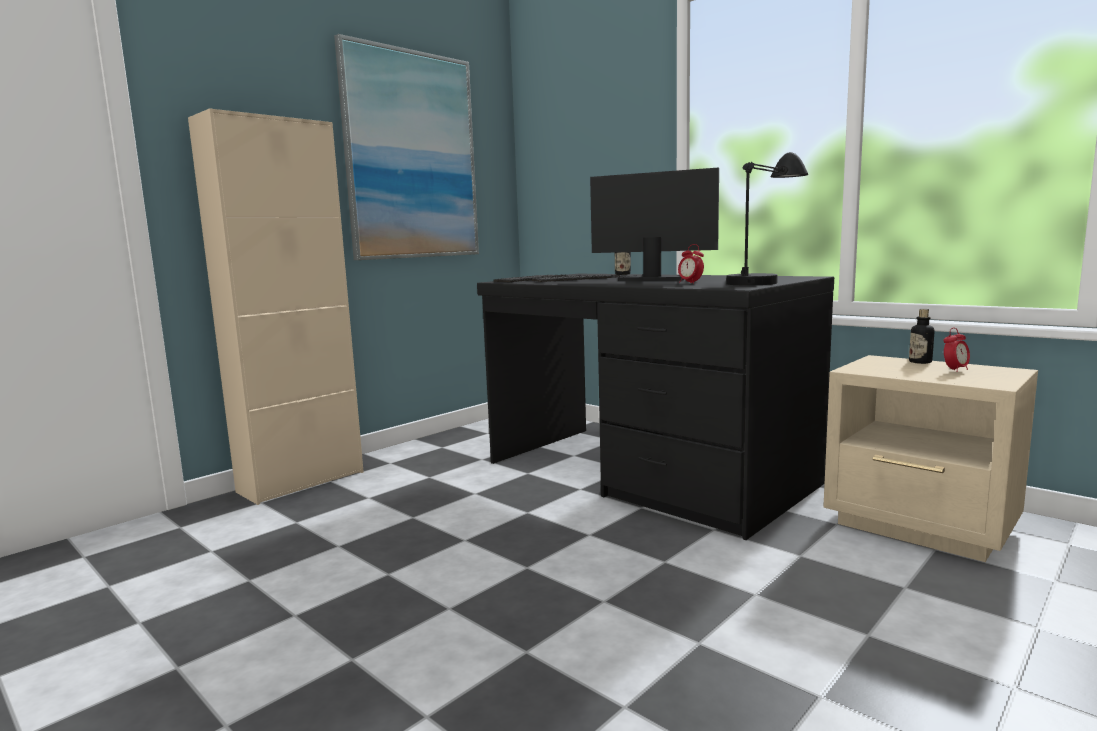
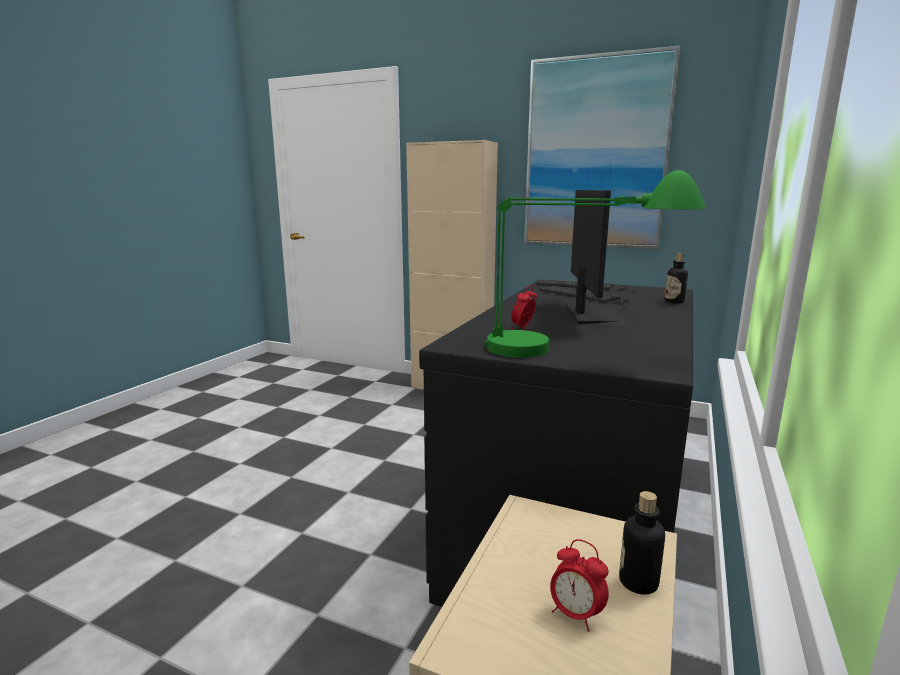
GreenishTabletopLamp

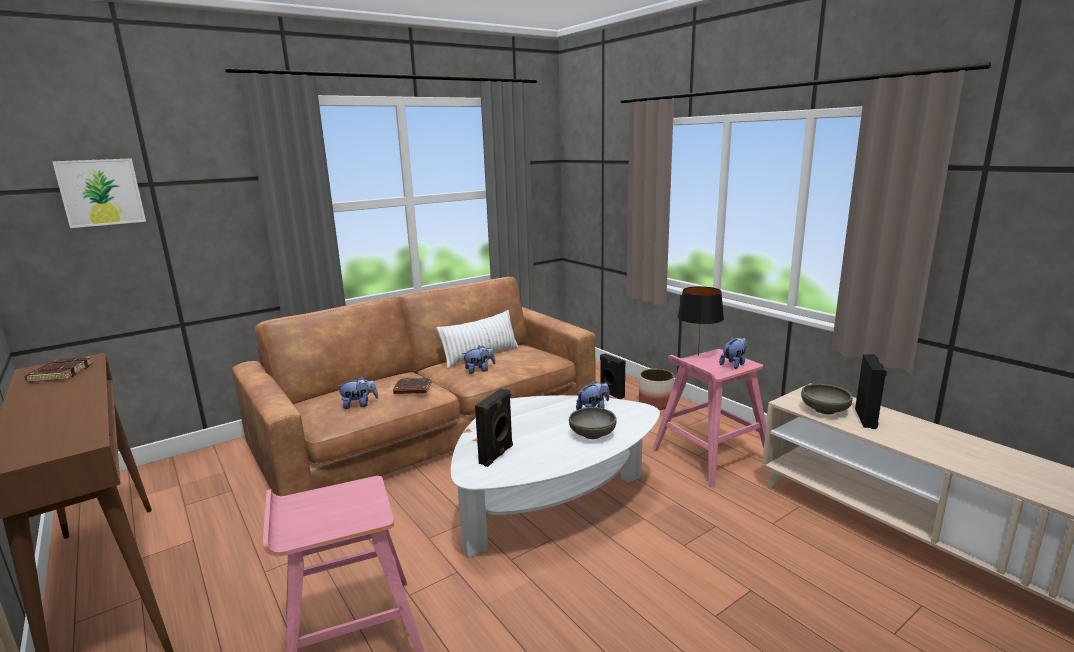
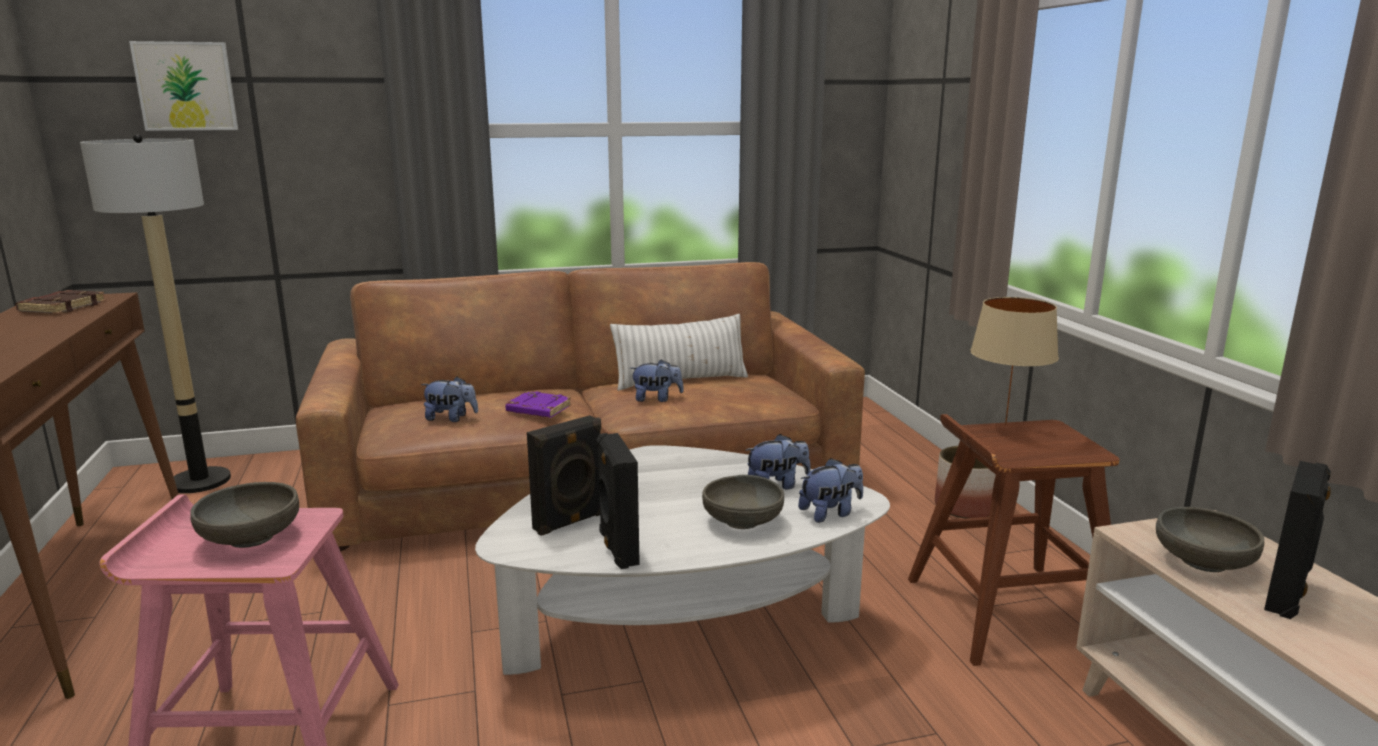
BeigeColouredTabletopLamp
CuddlyToy (no. 4 from left)
BrownishSittingStool
BlackishLoudspeaker (no. 2 from left)
PurpleBoundBook
FloorLamp
GreyDeepDish (no. 1 from left)

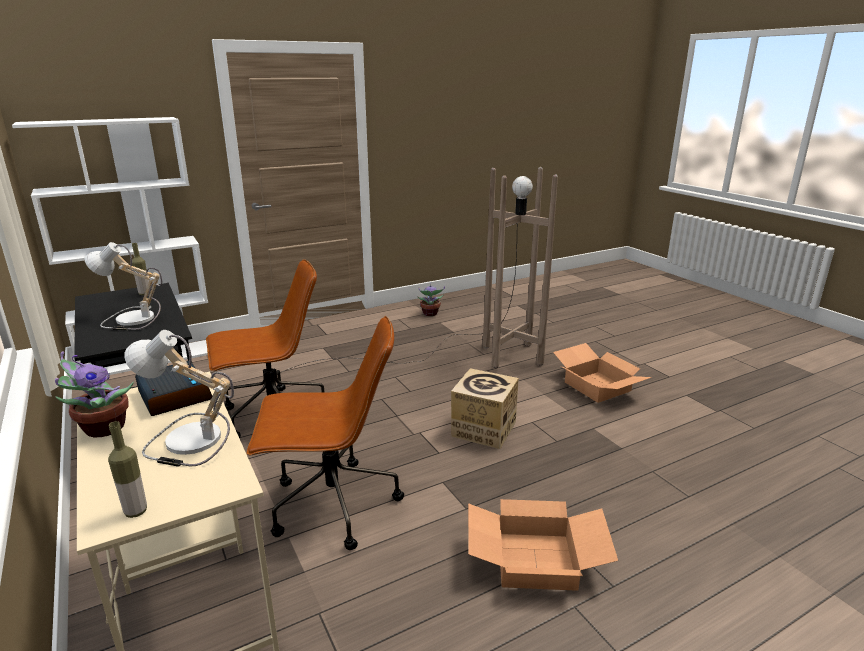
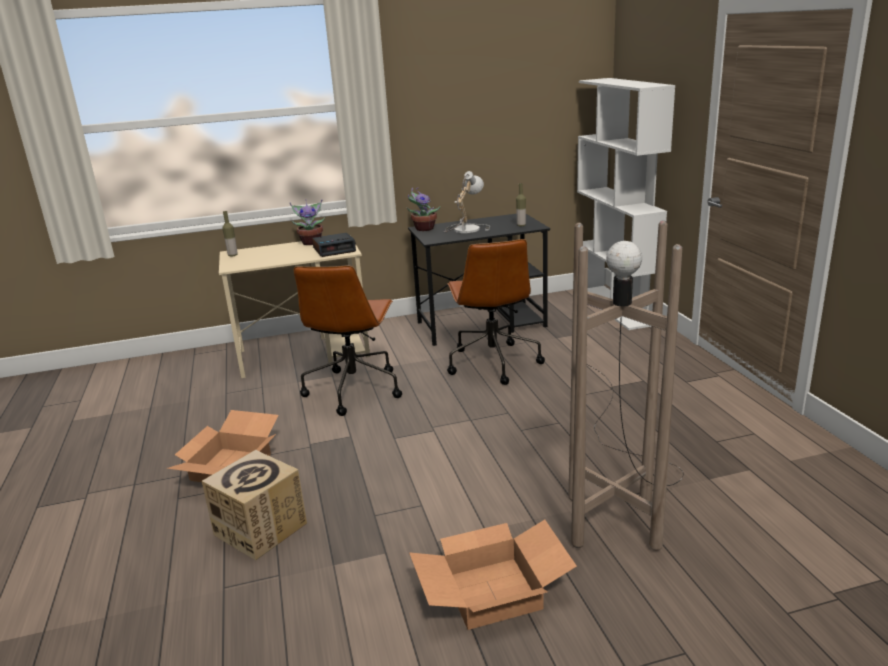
Houseplant (no. 2 from left)
TabletopLamp (no. 2 from left in the first image)
Carton (no. 2 from left)

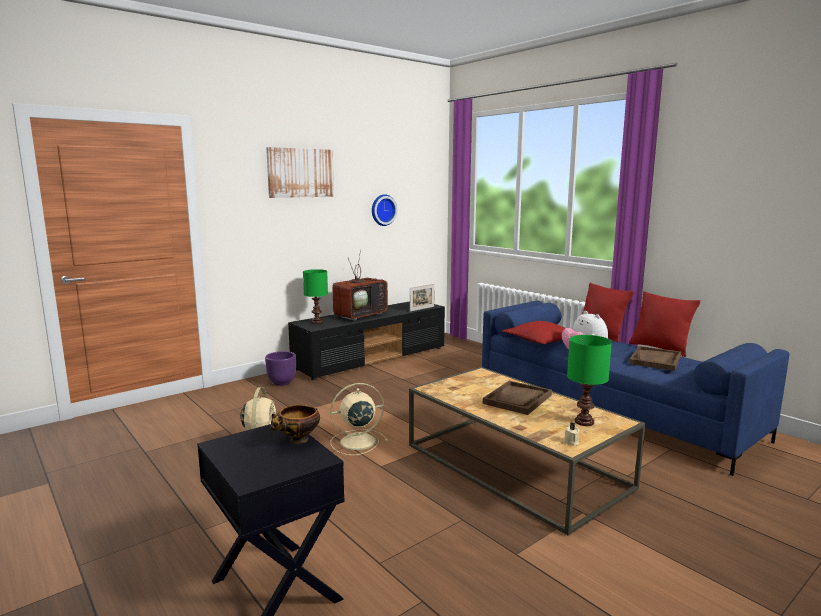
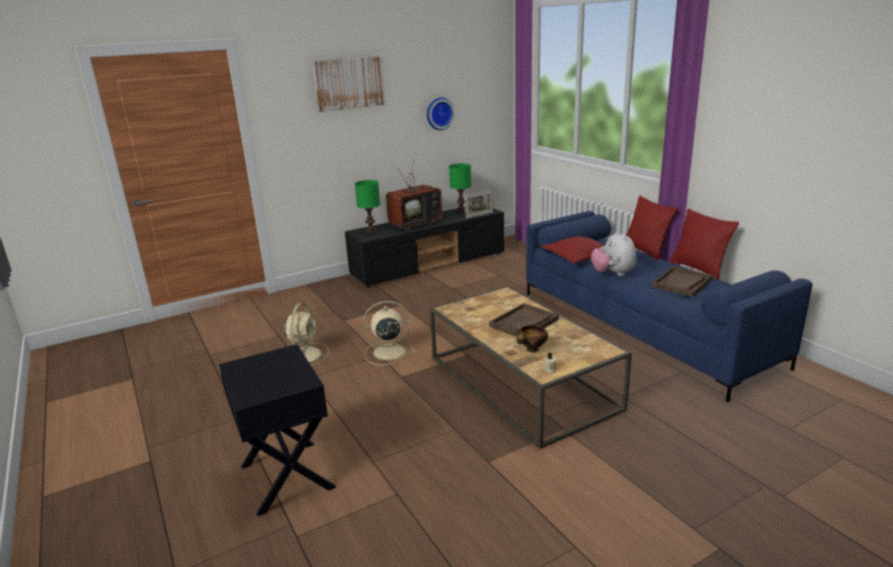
GreenishTabletopLamp (no. 2 from left)
PurplePlantPot
DeepDish

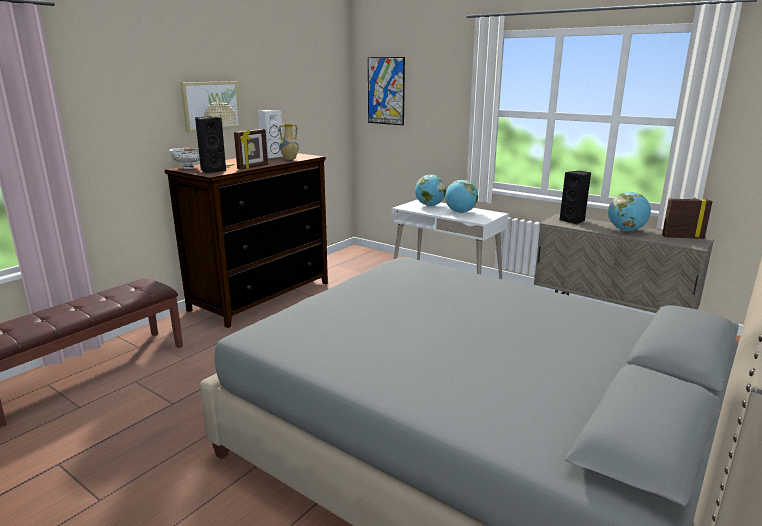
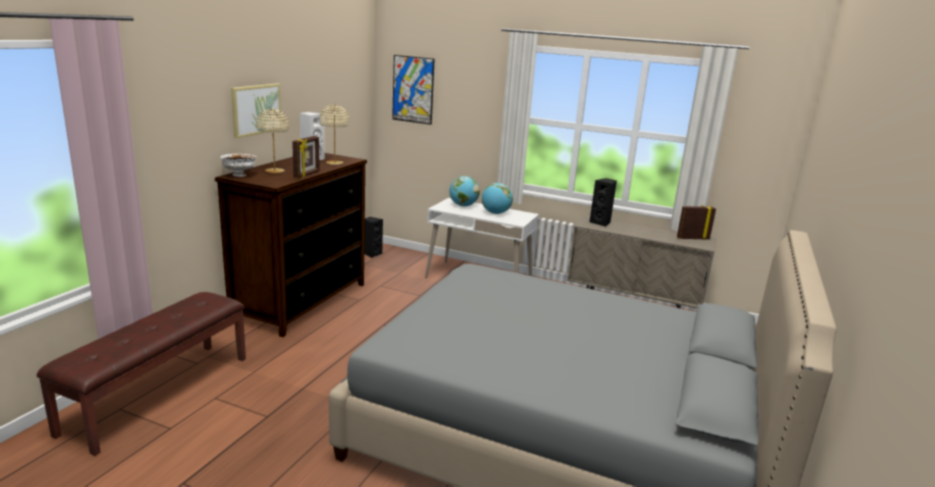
BlackishLoudspeaker (no. 1 from left)
BeigeColouredTabletopLamp (no. 2 from left)
DeskGlobe (no. 3 from left in the first image)

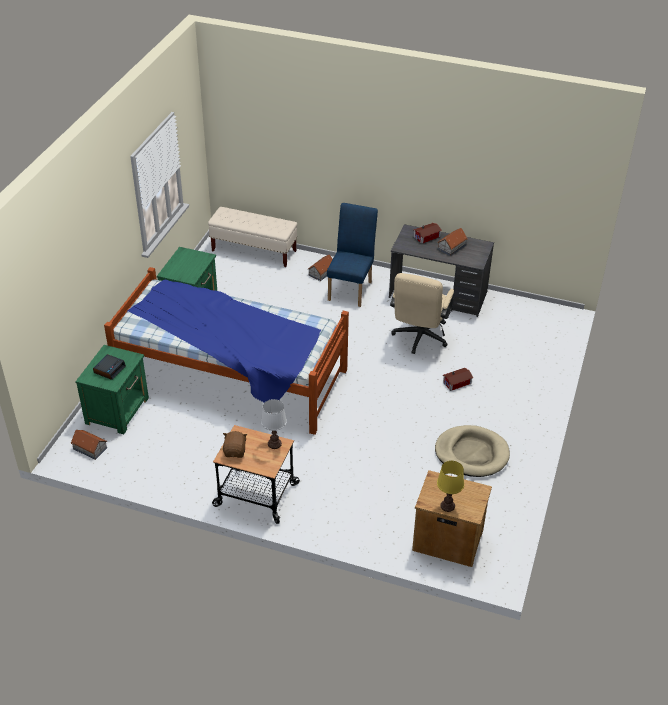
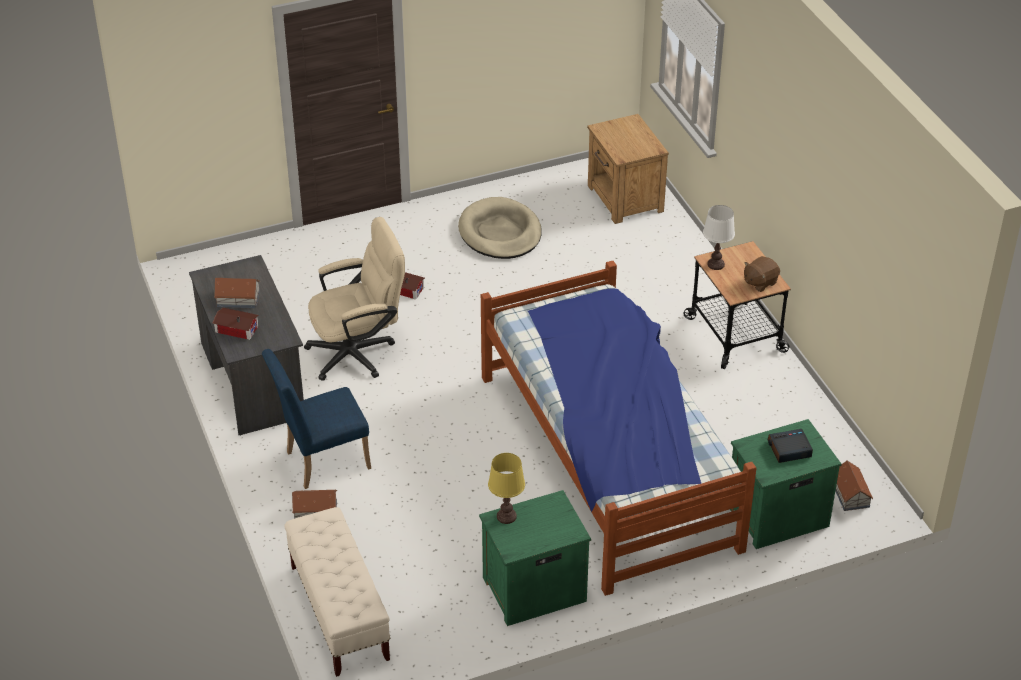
YellowTabletopLamp

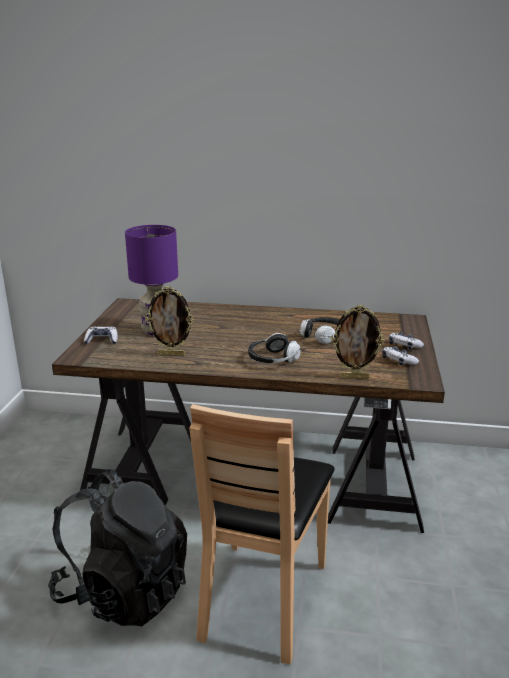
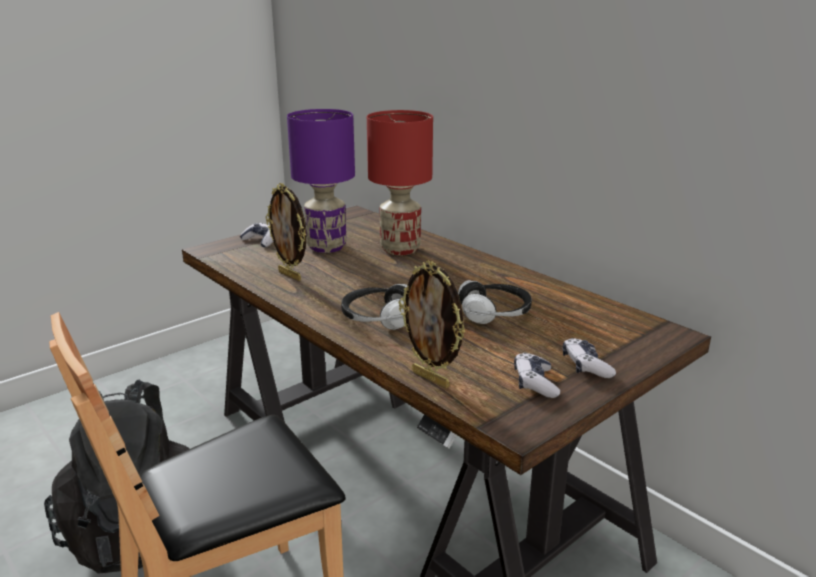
ReddishTabletopLamp

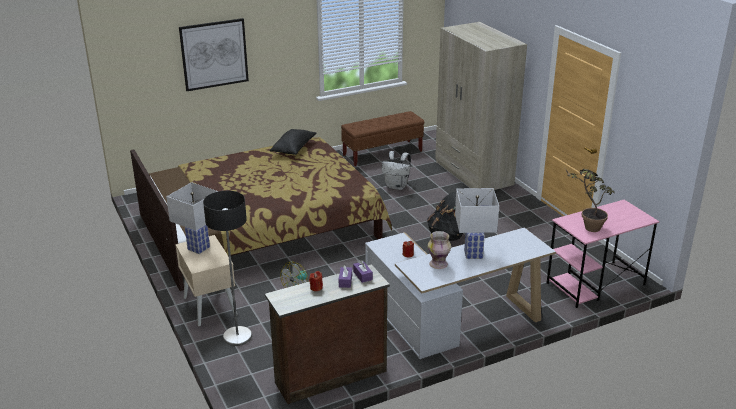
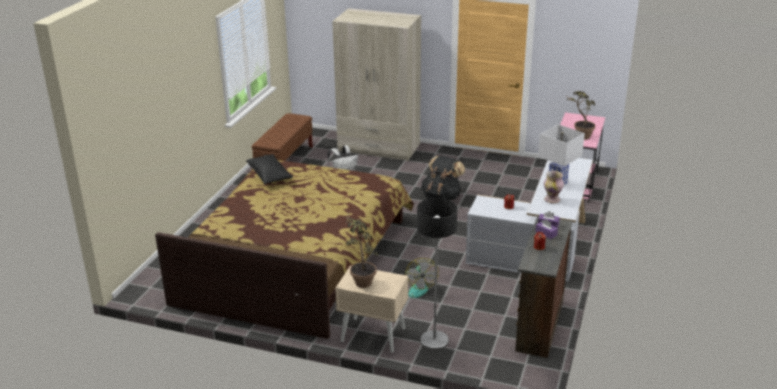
Picture
Houseplant (no. 1 from left)

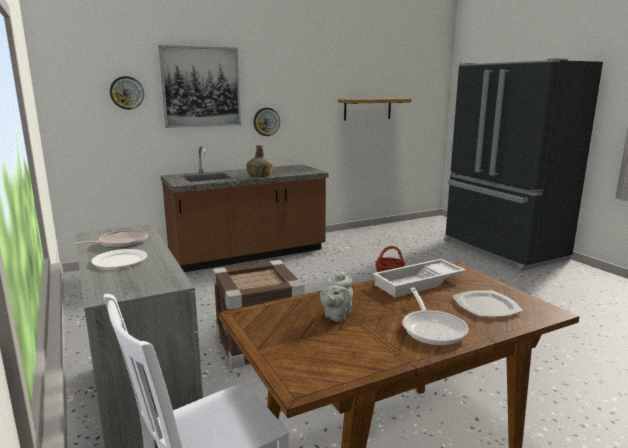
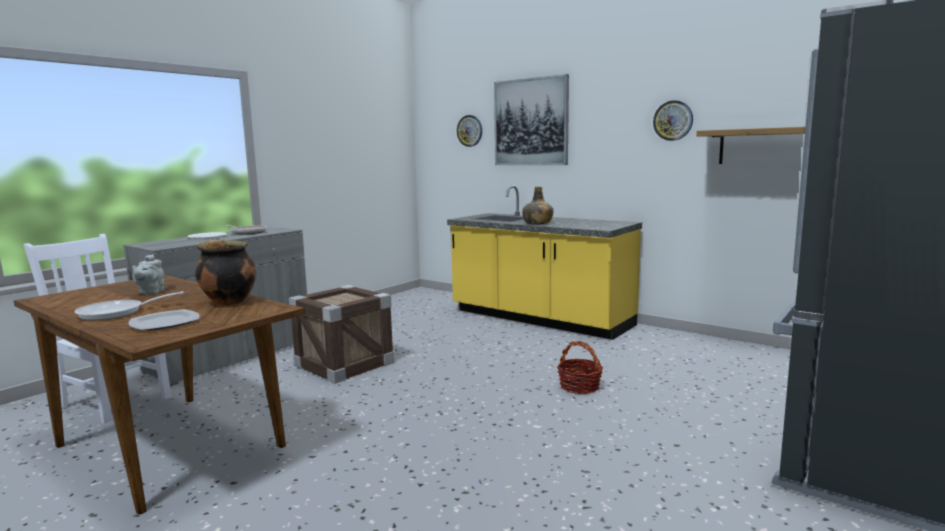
HangingClock (no. 2 from left)
YellowCounter
CookingPot
GreyPotForTea

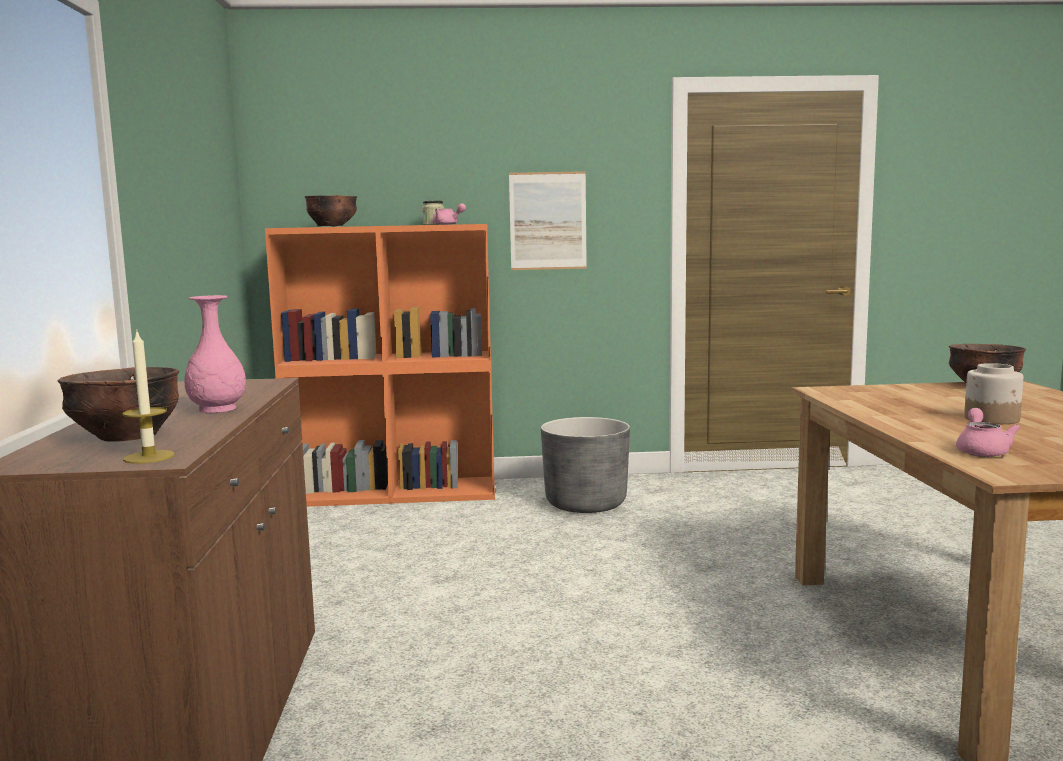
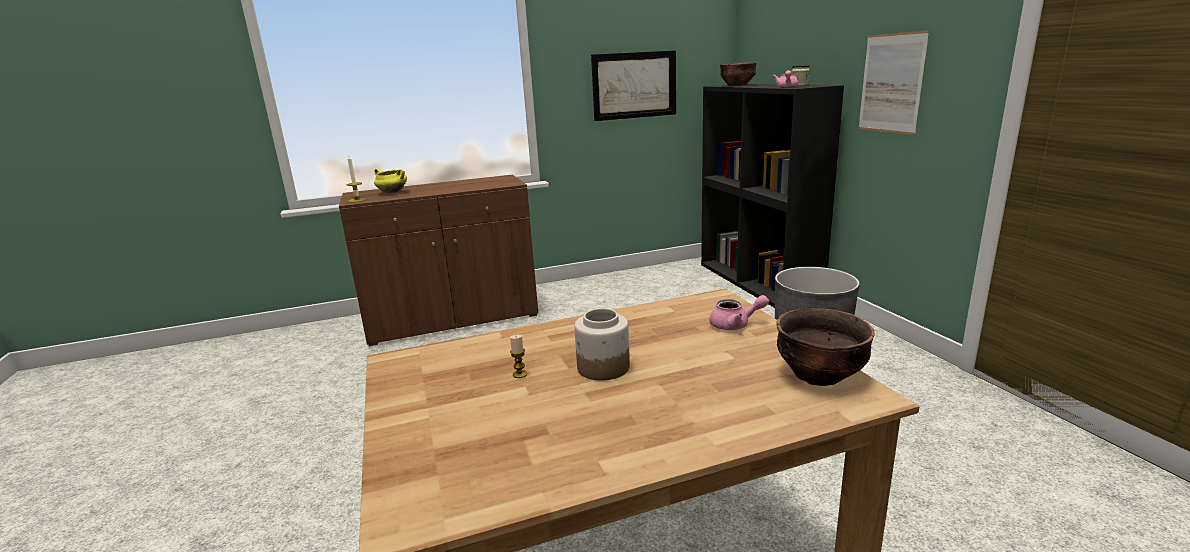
BlackishBookcase
PinkVase
YellowCookingPot
PinkPotForTea (no. 1 from left)
Picture (no. 1 from left)
WaxCandle (no. 2 from left)

